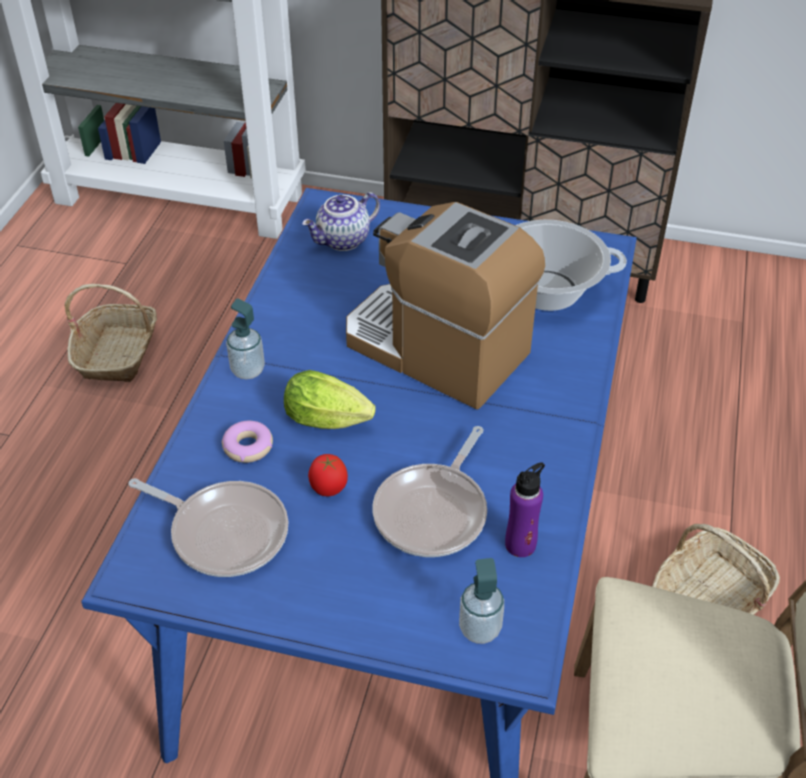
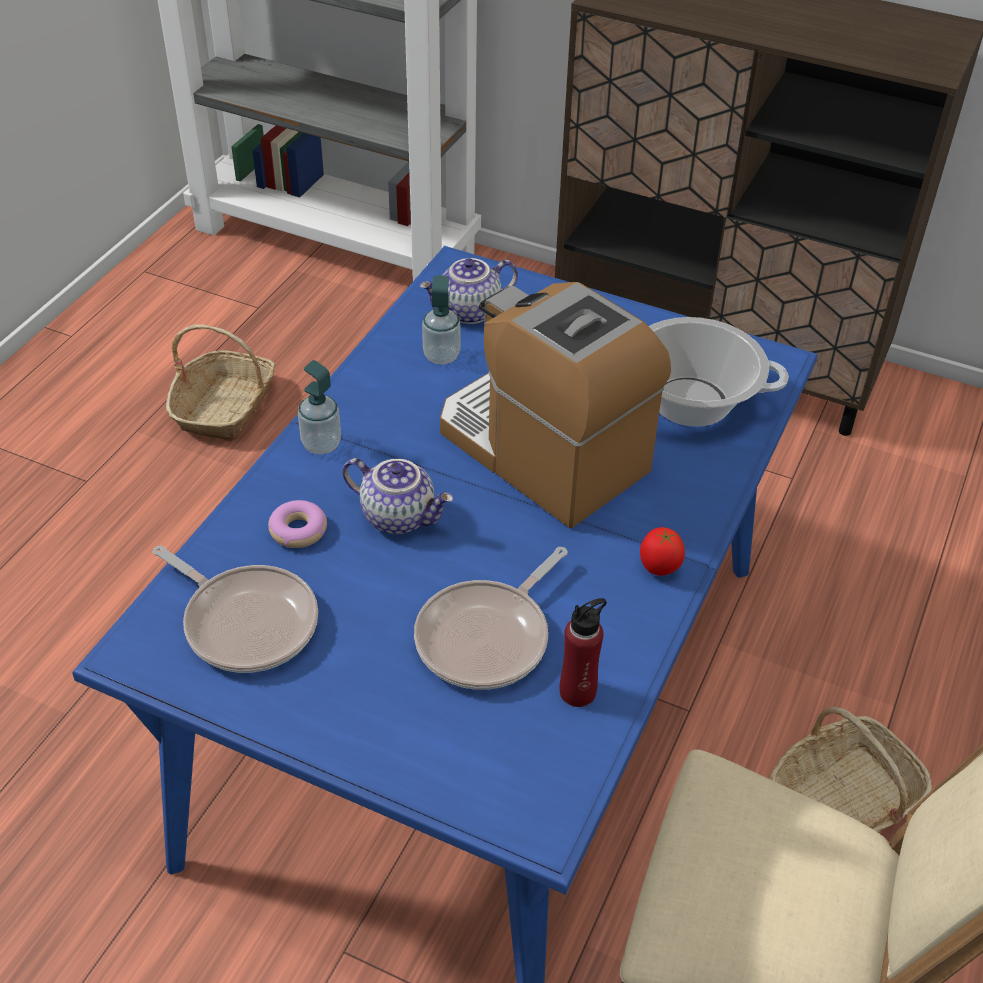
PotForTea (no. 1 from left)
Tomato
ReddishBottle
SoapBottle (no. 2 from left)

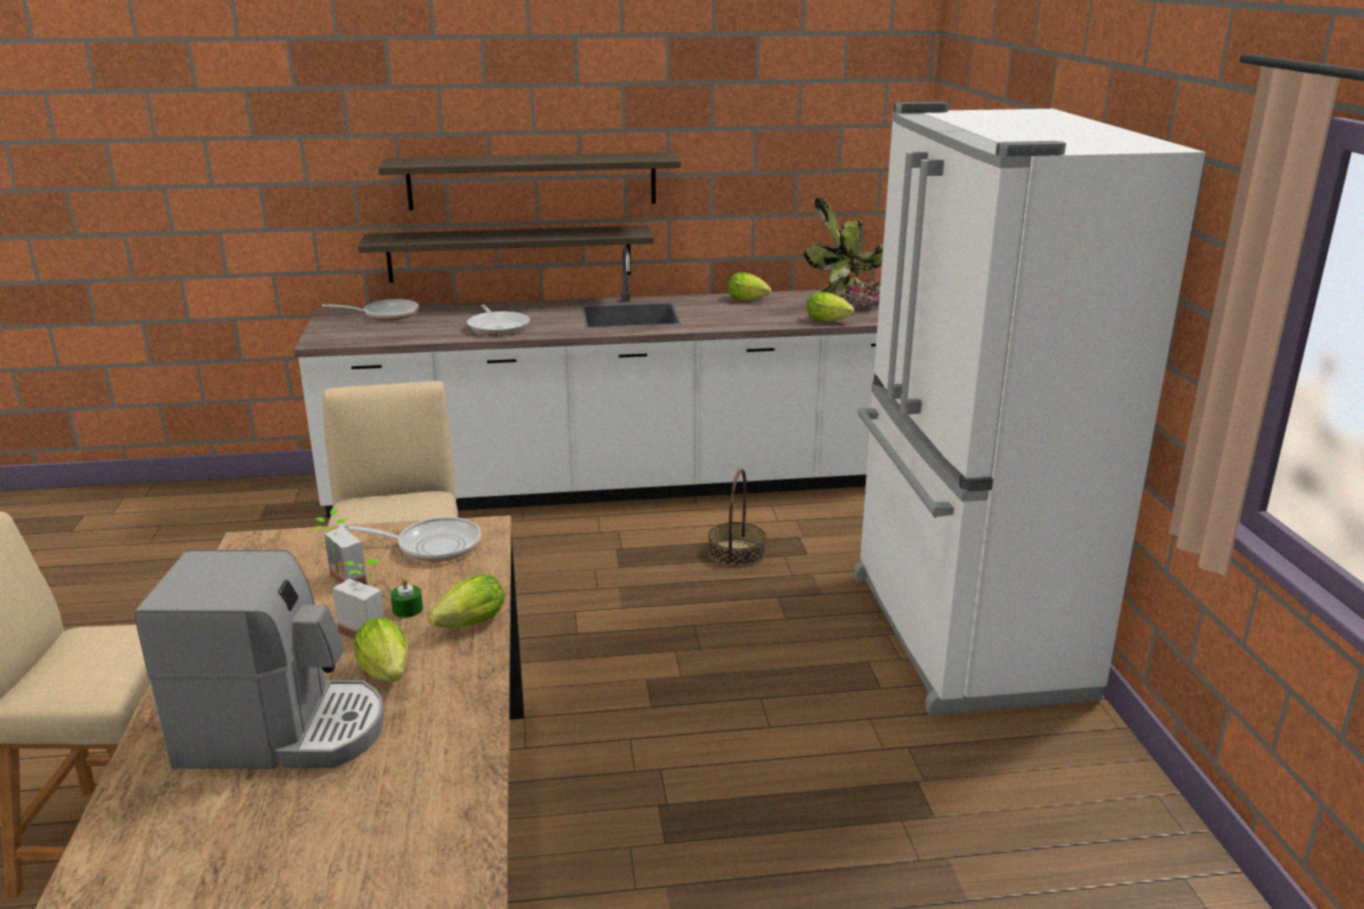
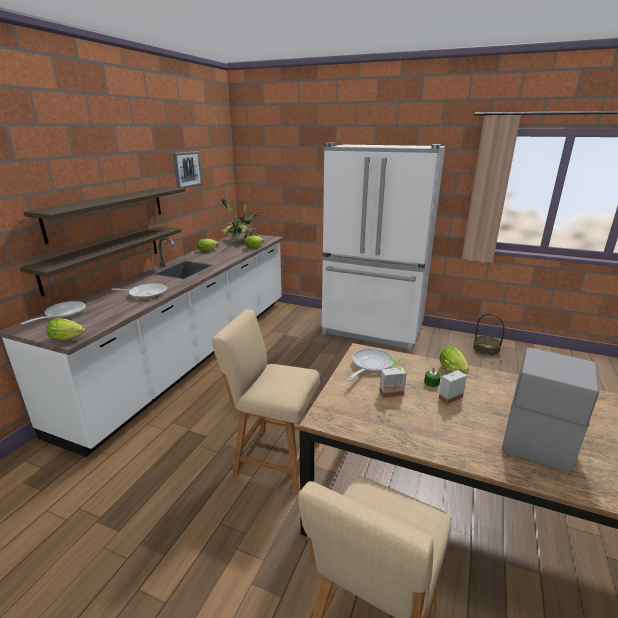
Basket
LettuceHead (no. 1 from left)
Picture

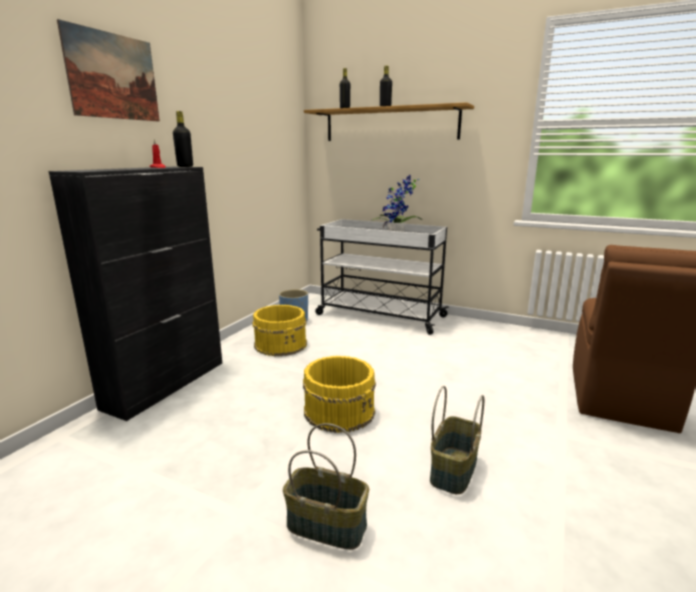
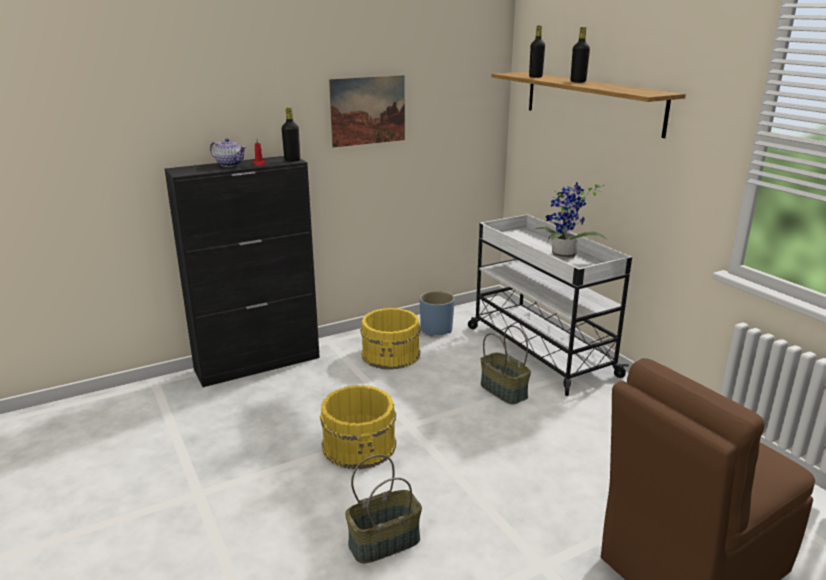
Picture
Basket (no. 2 from left)
PotForTea

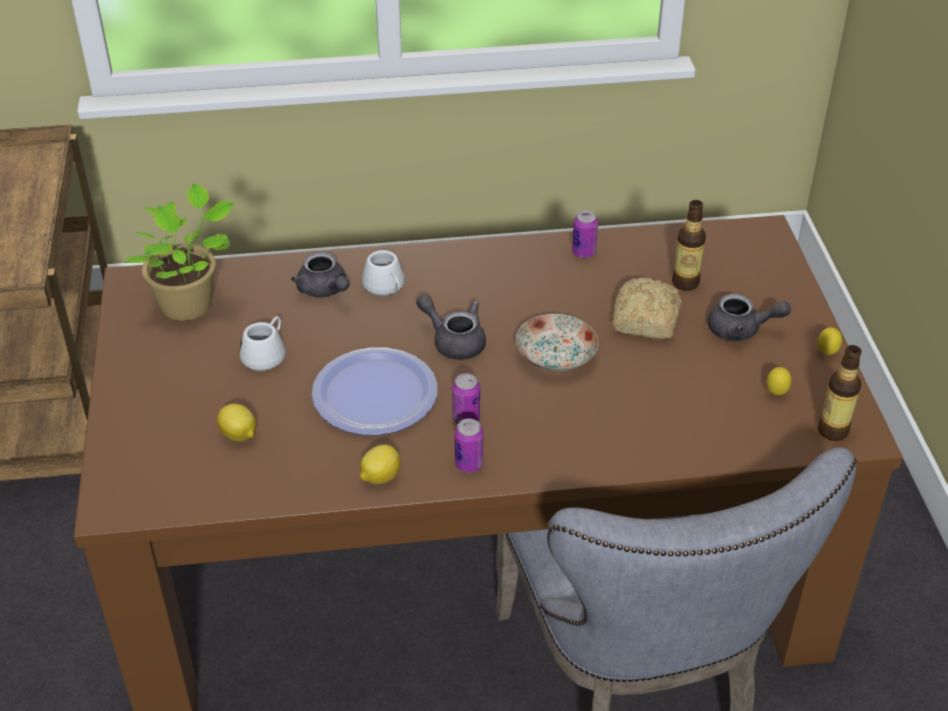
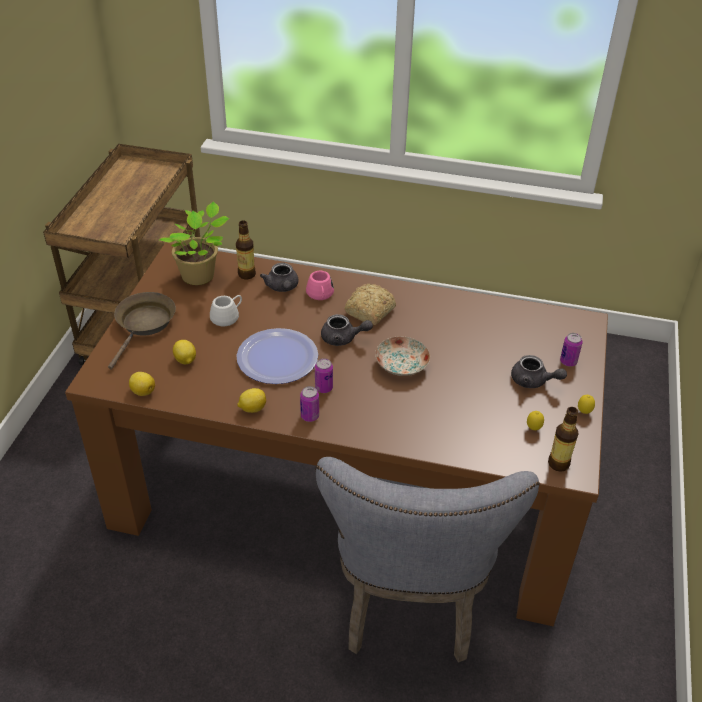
Bottle (no. 1 from left)
MetalCan (no. 3 from left)
PinkCoffeeMug
Bread
GreyPotForTea (no. 2 from left)
BrownishPan
Lemon (no. 1 from left)

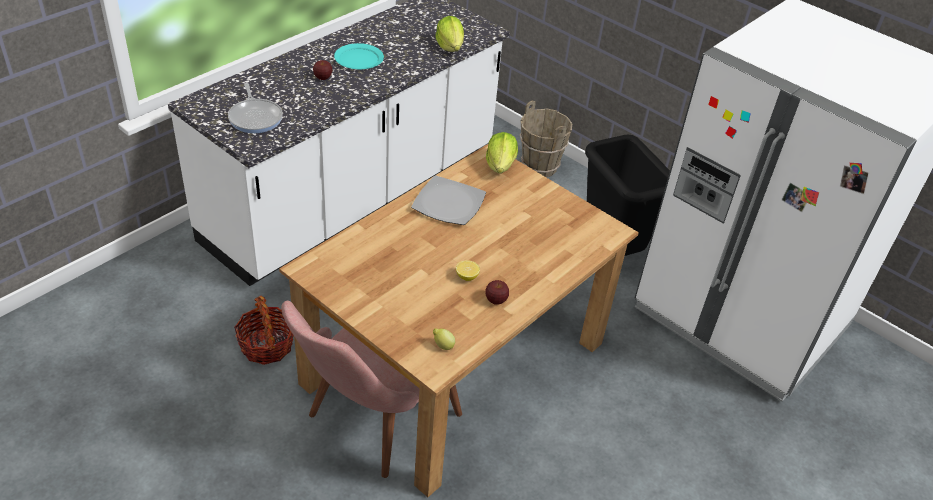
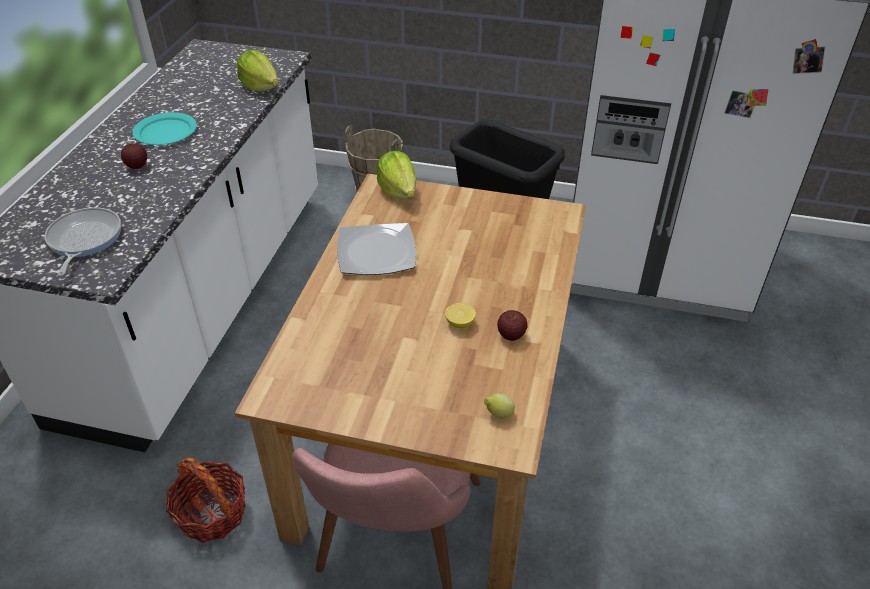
Pan

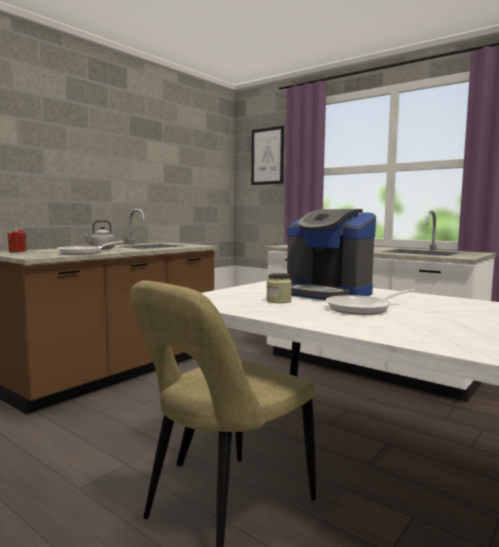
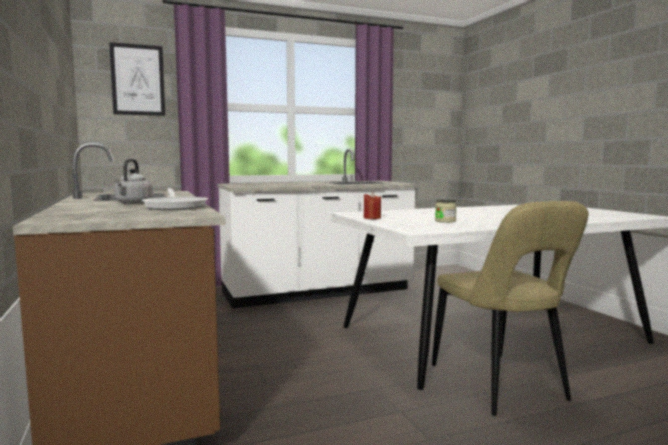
CoffeeMachine
ReddishWaxCandle
Pan (no. 2 from left in the first image)

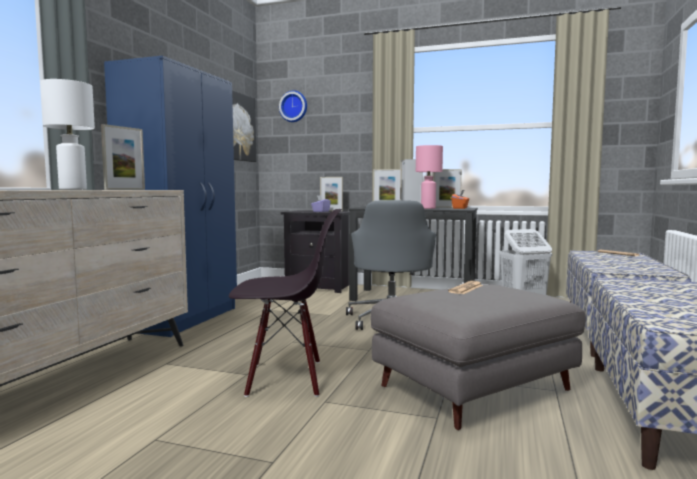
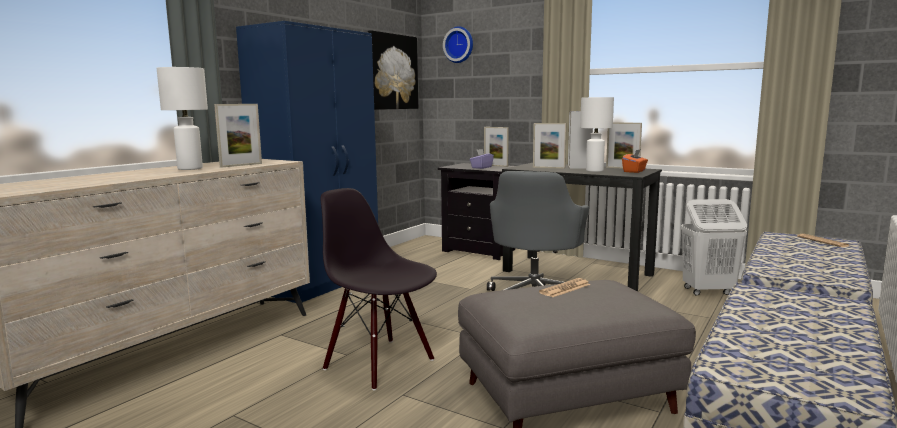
WhiteTabletopLamp (no. 2 from left)
BlackishPlainChair

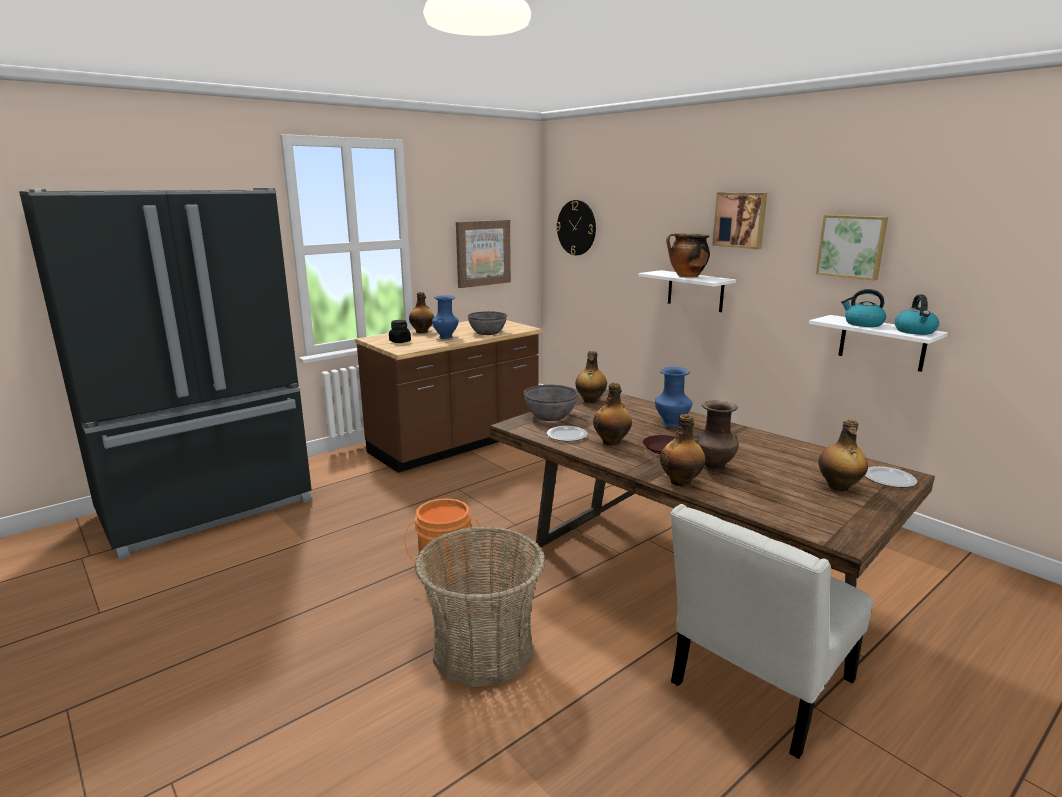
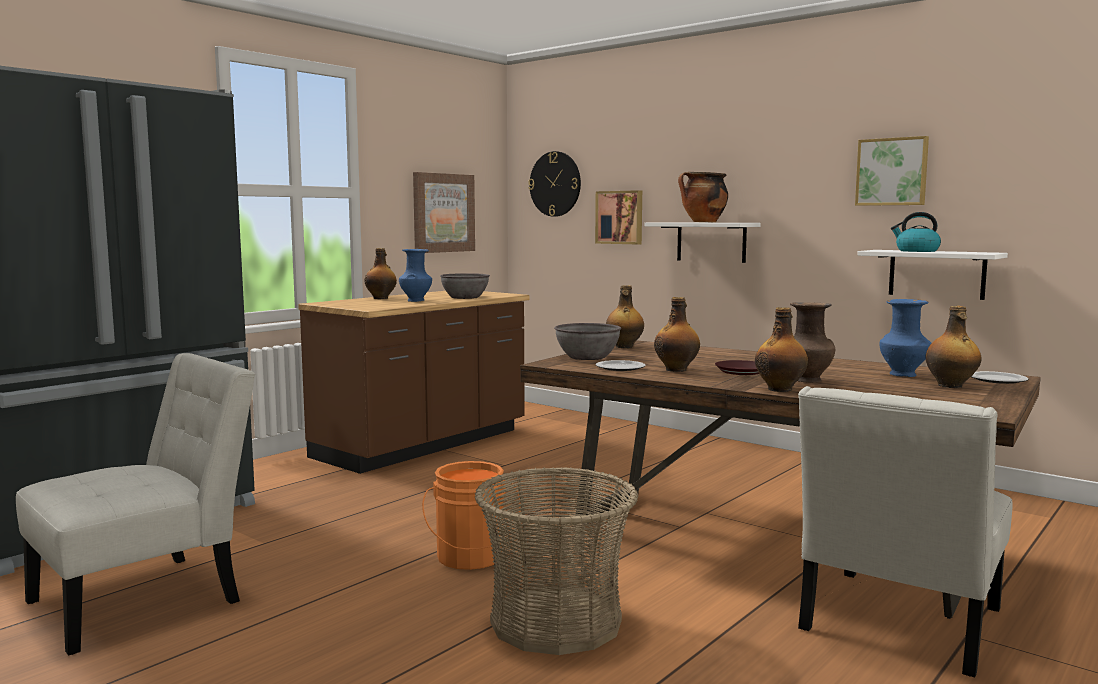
Picture (no. 2 from left)
TeaKettle (no. 2 from left in the first image)
BlackishStorageJar
BluishVase (no. 2 from left)
WhitePlainChair (no. 1 from left)

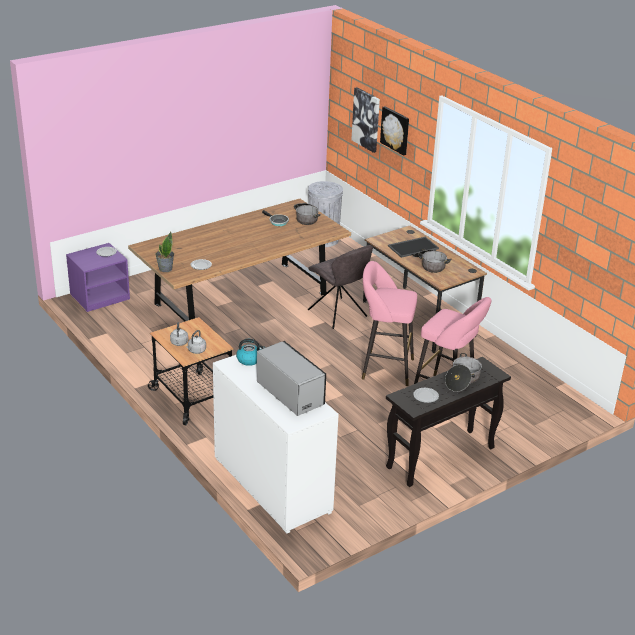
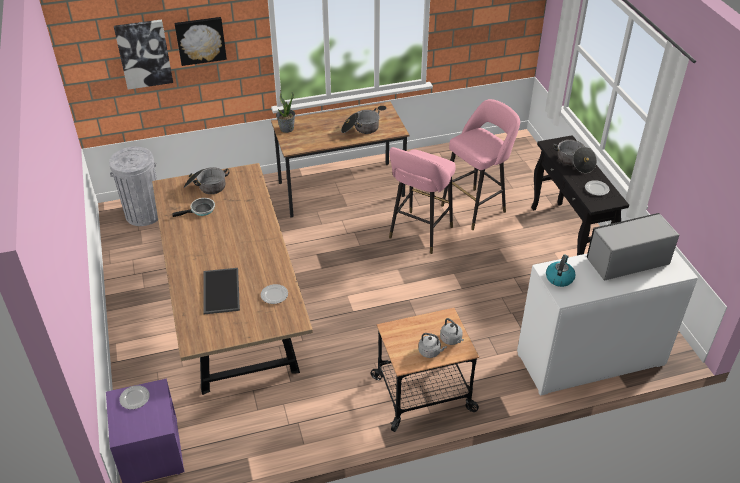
Houseplant
CarryingTray
GreyPlainChair

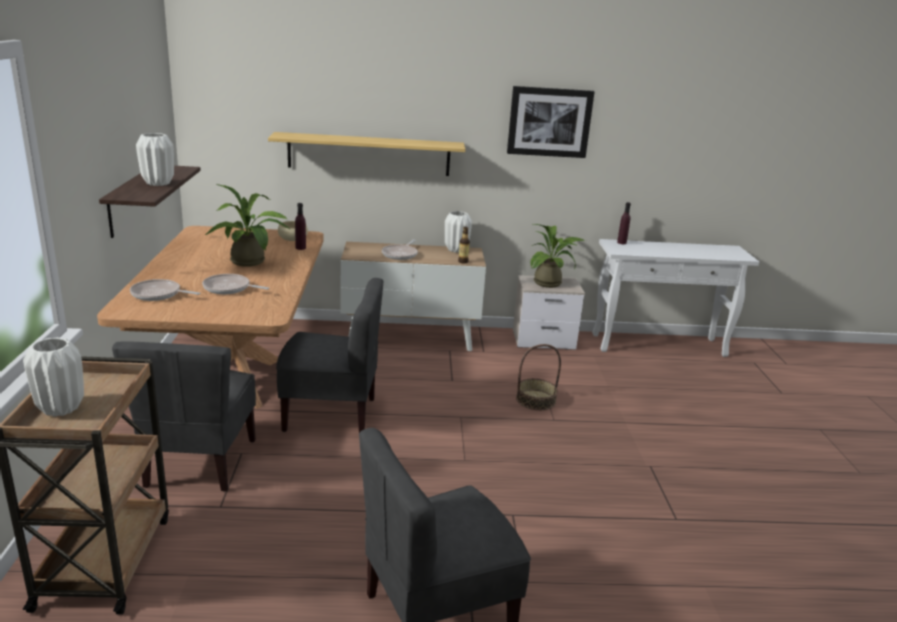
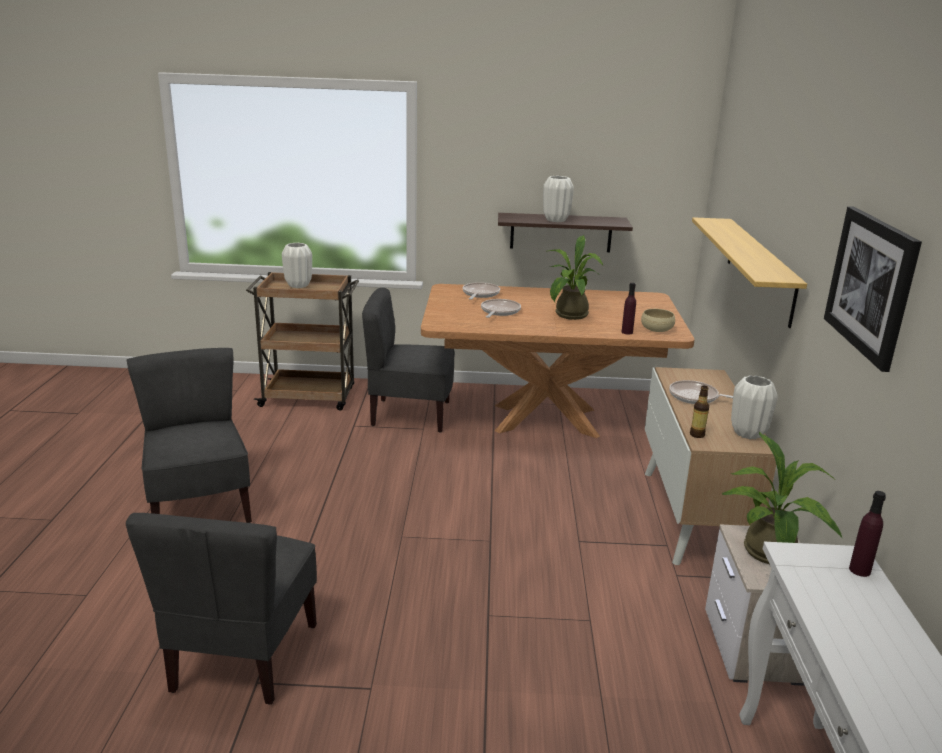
GreyPlainChair (no. 2 from left)
Basket

